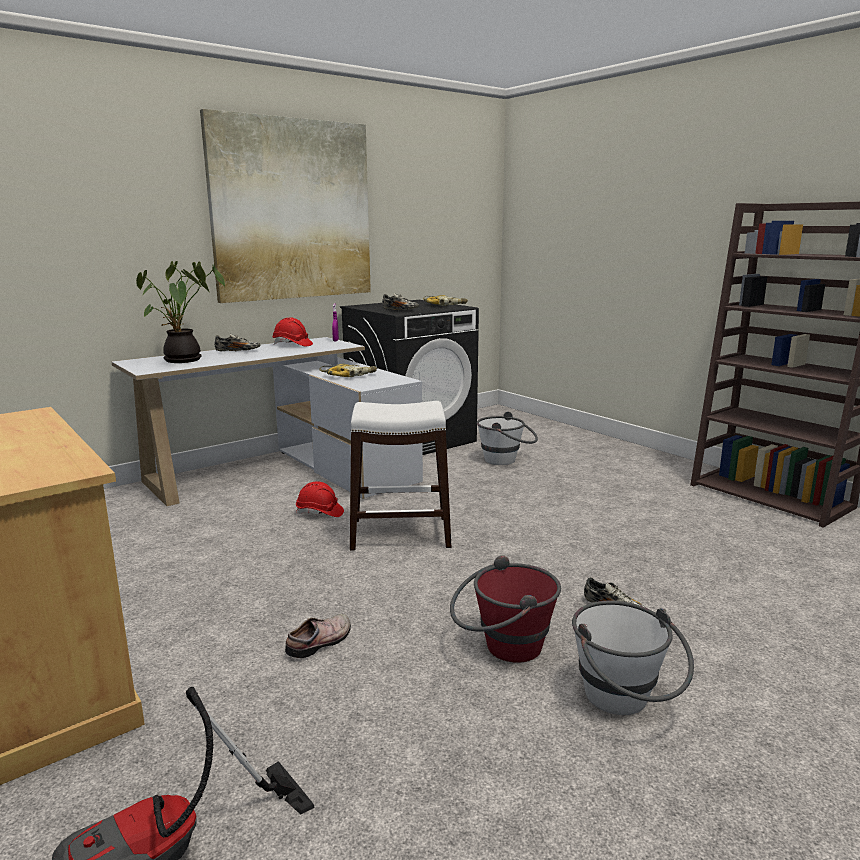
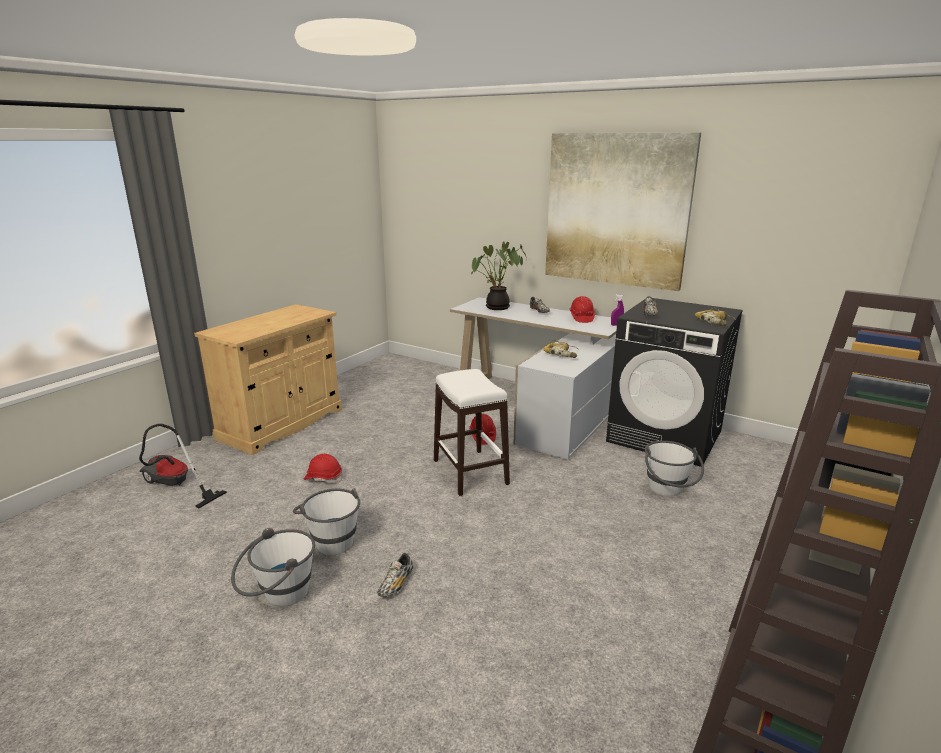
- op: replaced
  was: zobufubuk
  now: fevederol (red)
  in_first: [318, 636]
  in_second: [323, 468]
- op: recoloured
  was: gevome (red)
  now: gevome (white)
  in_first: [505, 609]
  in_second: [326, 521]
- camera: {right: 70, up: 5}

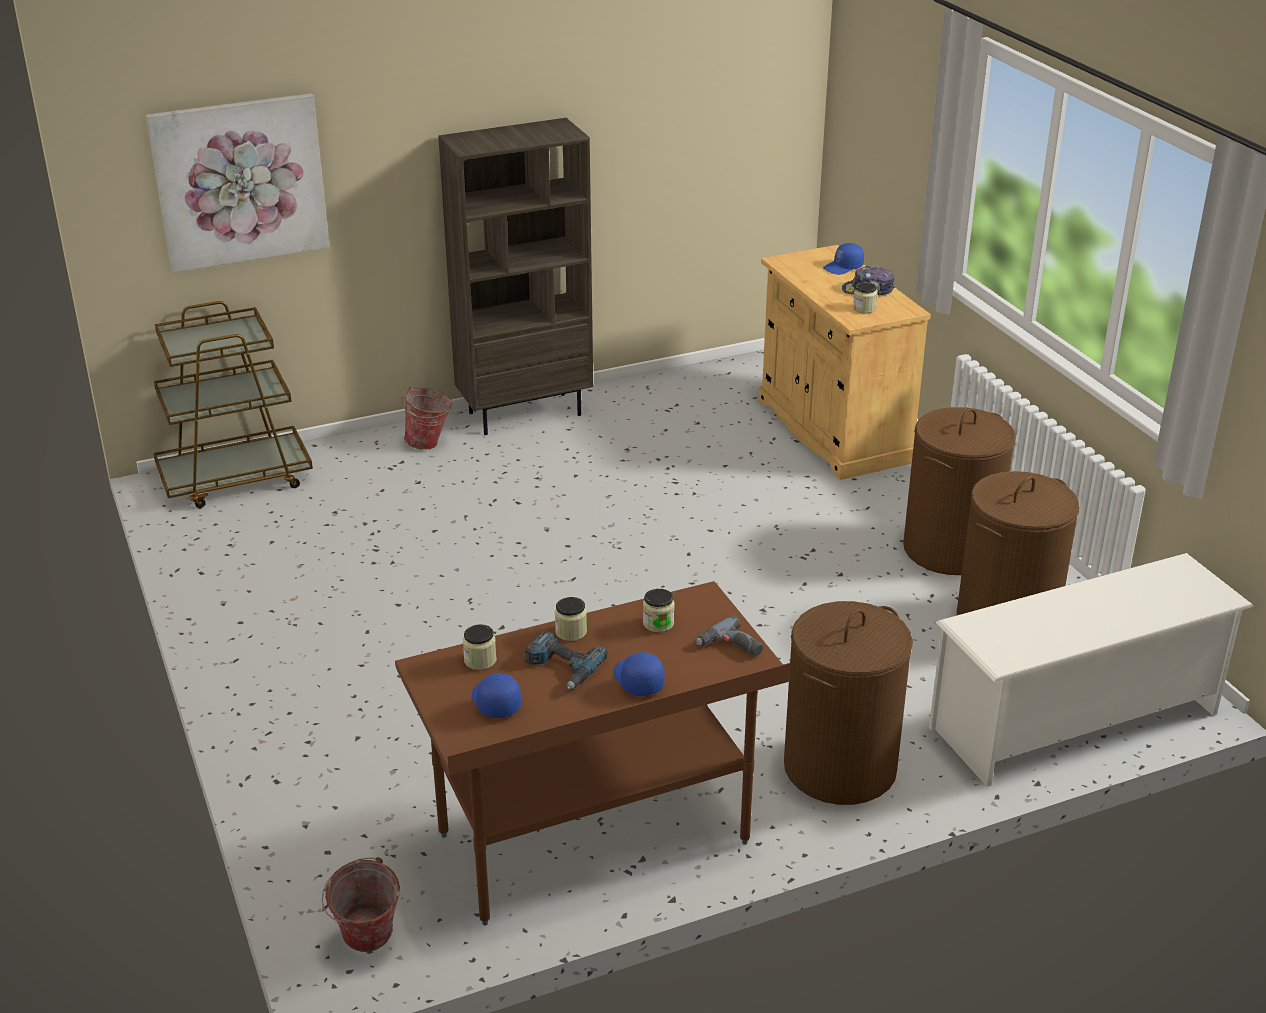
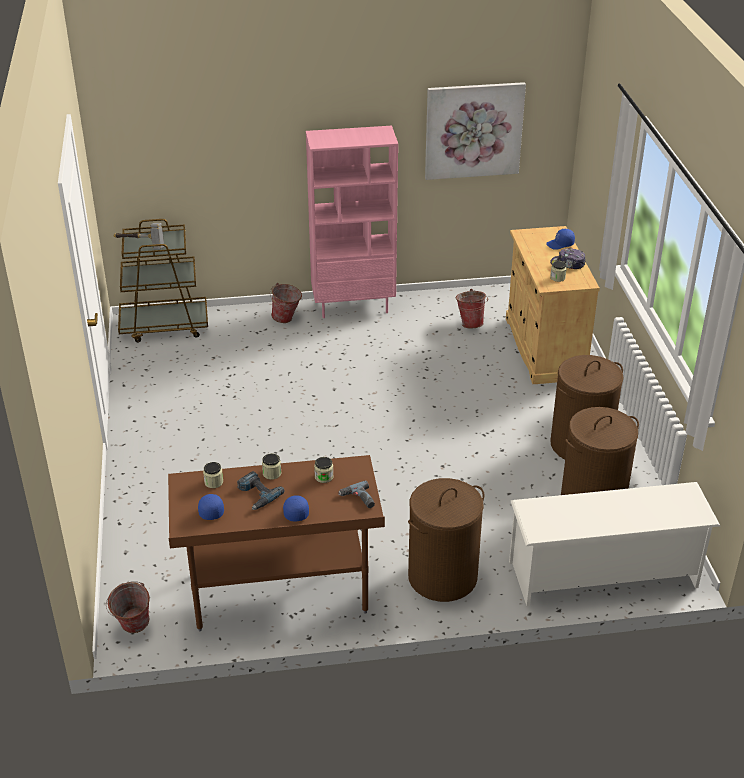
- op: moved
  was: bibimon
  in_first: [238, 183]
  in_second: [475, 131]
- op: recoloured
  was: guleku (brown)
  now: guleku (pink)
  in_first: [515, 276]
  in_second: [352, 222]
- op: added
  now: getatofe
  in_second: [138, 236]
- op: added
  now: gevome
  in_second: [472, 308]
- camera: {right: 15, up: 5}

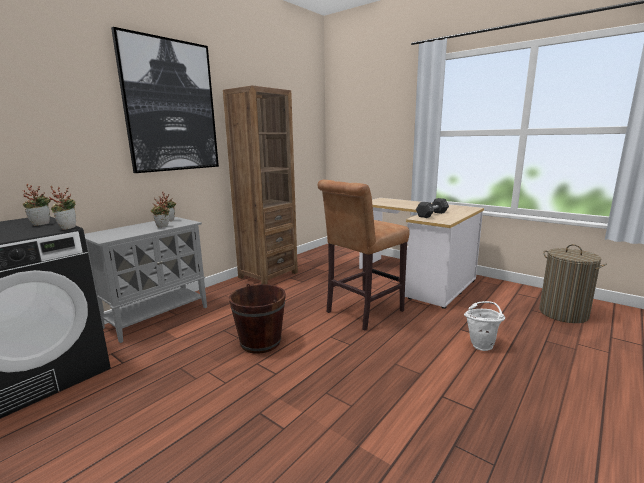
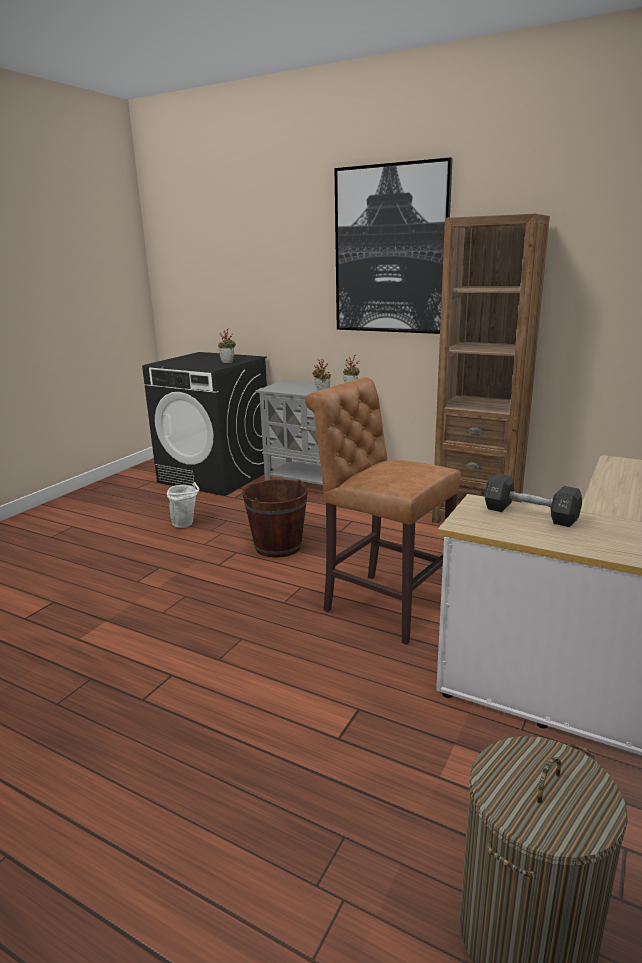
- op: removed
  was: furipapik
  in_first: [62, 208]
- op: moved
  was: gevome (white)
  in_first: [484, 326]
  in_second: [183, 505]
- camera: {right: 80, up: 5}

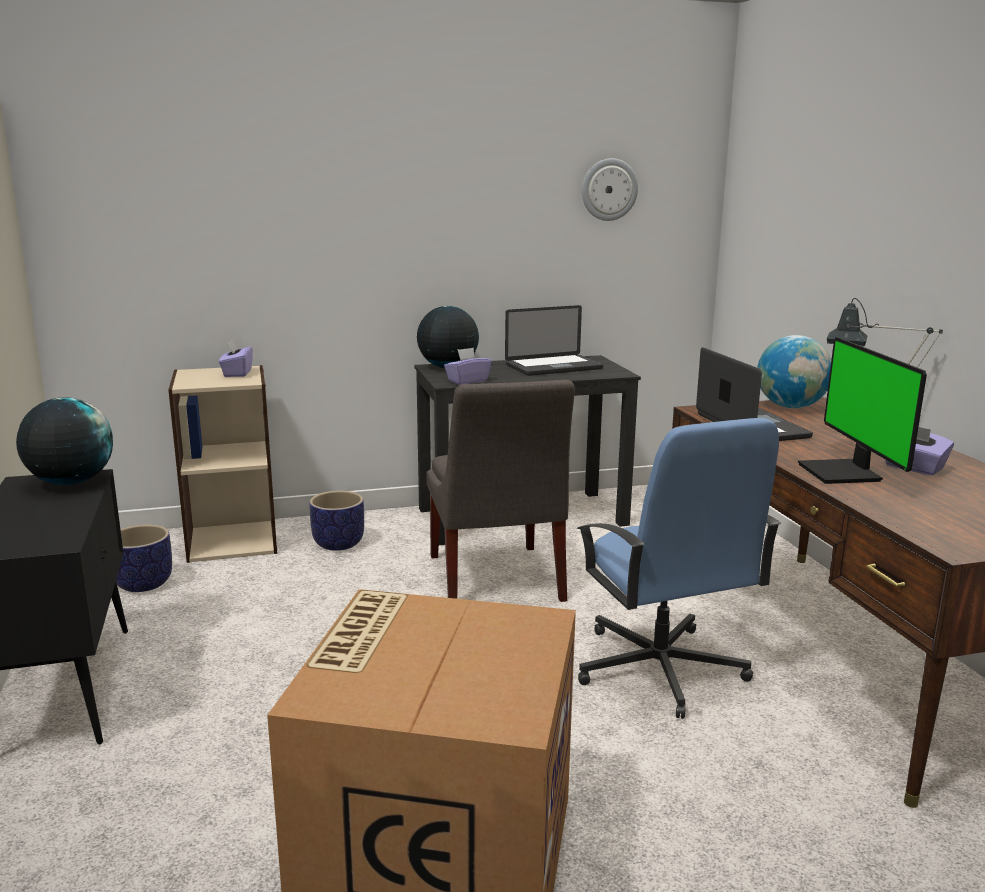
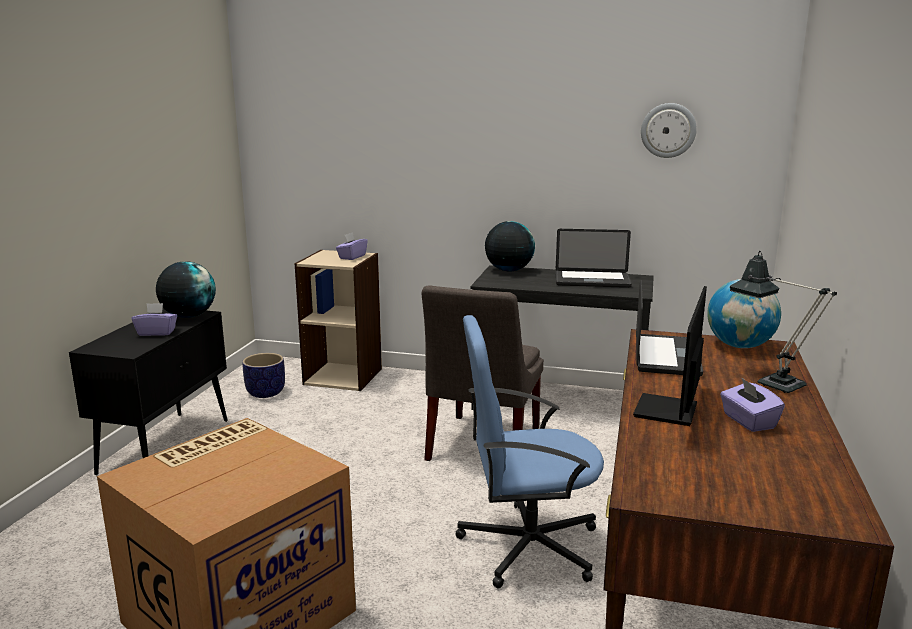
- op: removed
  was: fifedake
  in_first: [336, 521]
- op: moved
  was: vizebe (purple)
  in_first: [468, 366]
  in_second: [154, 319]
- op: turned
  was: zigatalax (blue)
  in_first: [679, 568]
  in_second: [530, 451]
  clockwise: 75
- camera: {right: 30, up: 0}

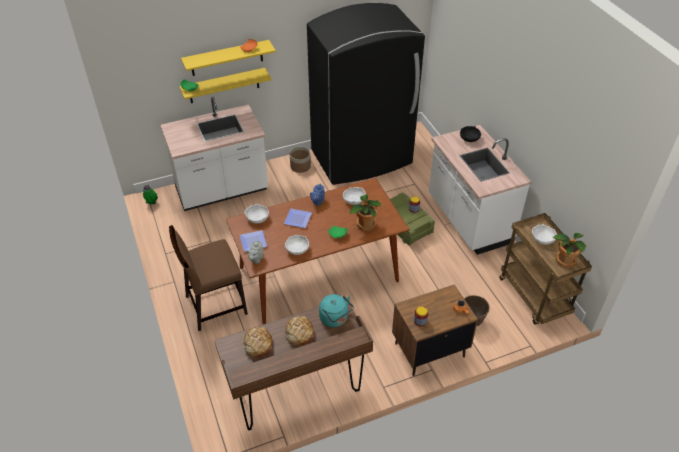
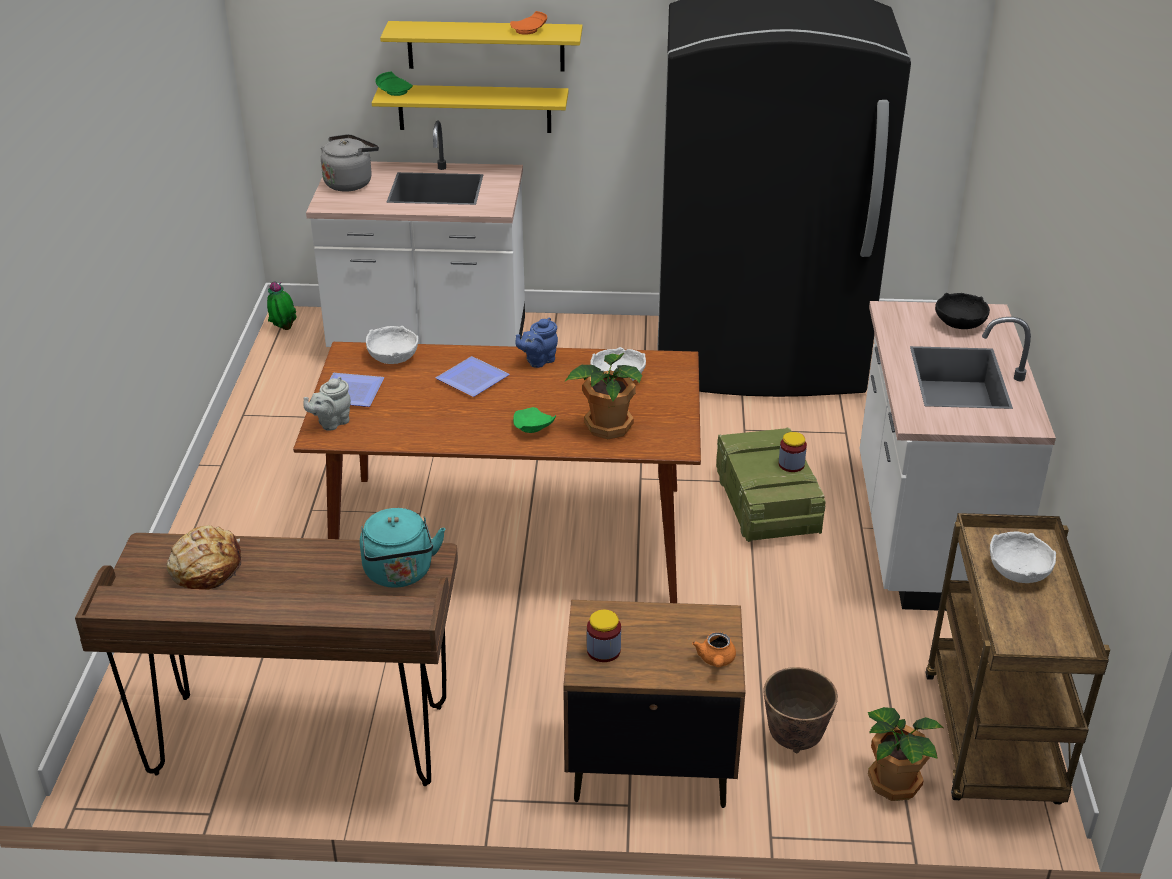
- op: removed
  was: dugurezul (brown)
  in_first: [208, 278]
- op: removed
  was: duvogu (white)
  in_first: [297, 245]
- op: removed
  was: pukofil
  in_first: [299, 331]
- op: removed
  was: fifedake
  in_first: [300, 160]
- op: moved
  was: furipapik
  in_first: [569, 250]
  in_second: [906, 754]
- op: added
  now: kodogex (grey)
  in_second: [350, 162]
- camera: {right: 25, up: -10}

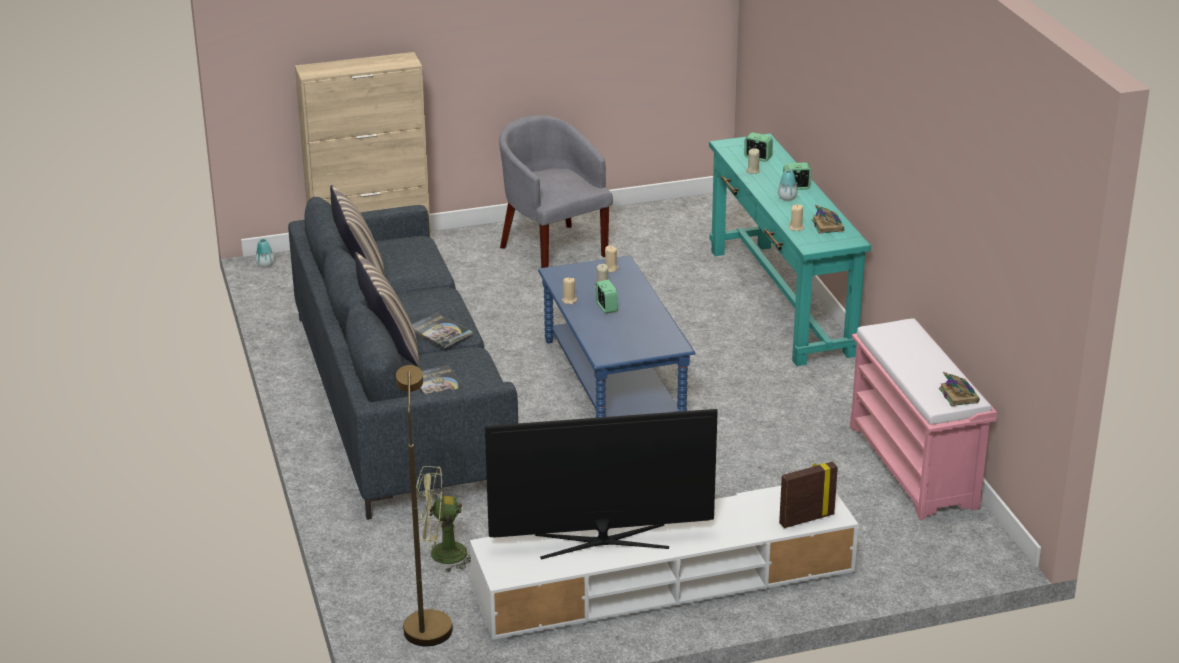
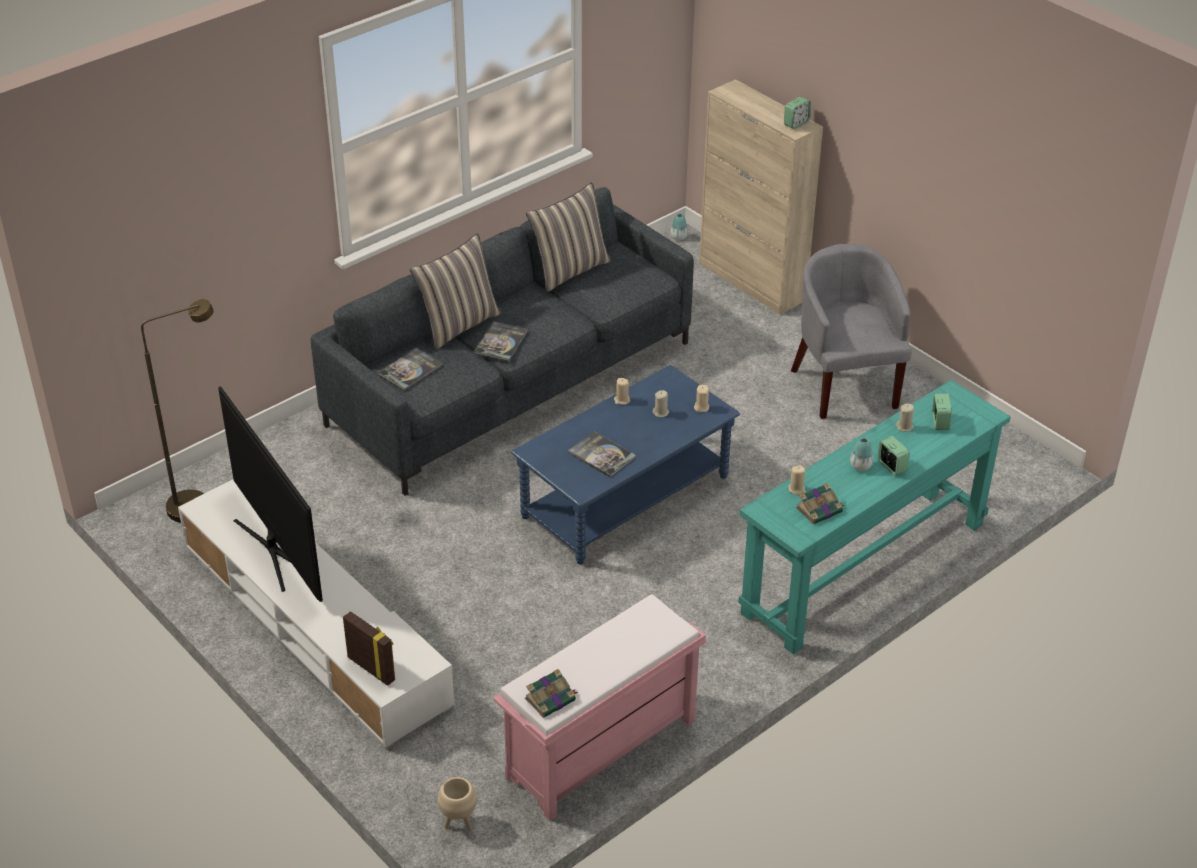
- op: removed
  was: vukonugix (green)
  in_first: [442, 519]
- op: turned
  was: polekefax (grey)
  in_first: [556, 191]
  in_second: [851, 331]
  clockwise: -45
- op: moved
  was: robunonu
  in_first: [607, 297]
  in_second: [797, 113]
- op: added
  now: fifedake (beige)
  in_second: [457, 803]
- op: added
  now: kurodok
  in_second: [601, 454]
- camera: {right: 65, up: 10}

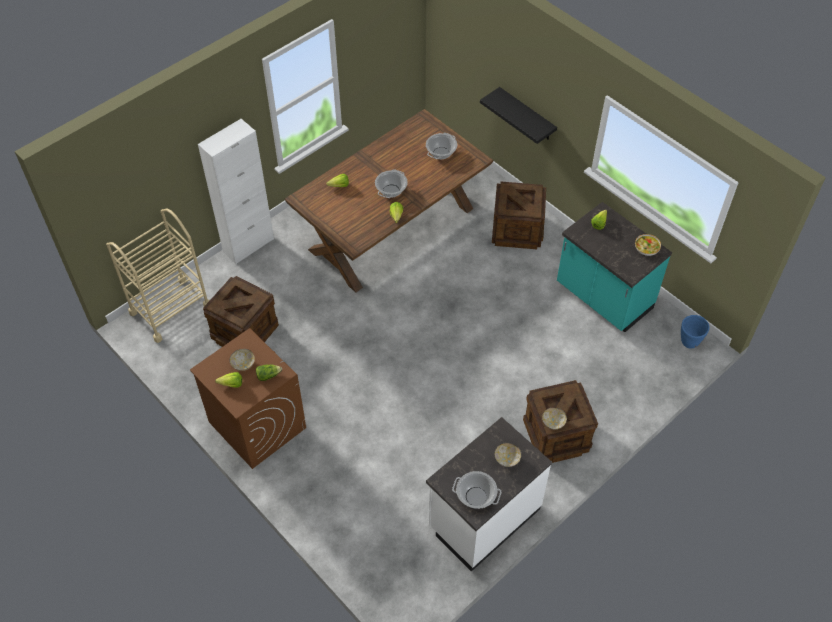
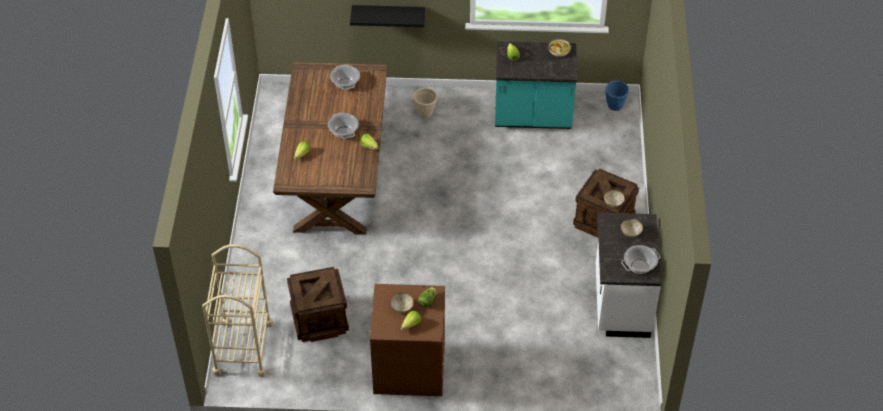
- op: removed
  was: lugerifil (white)
  in_first: [236, 191]
- op: replaced
  was: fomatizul
  now: fifedake (beige)
  in_first: [519, 215]
  in_second: [425, 103]
- camera: {right: -45, up: -5}

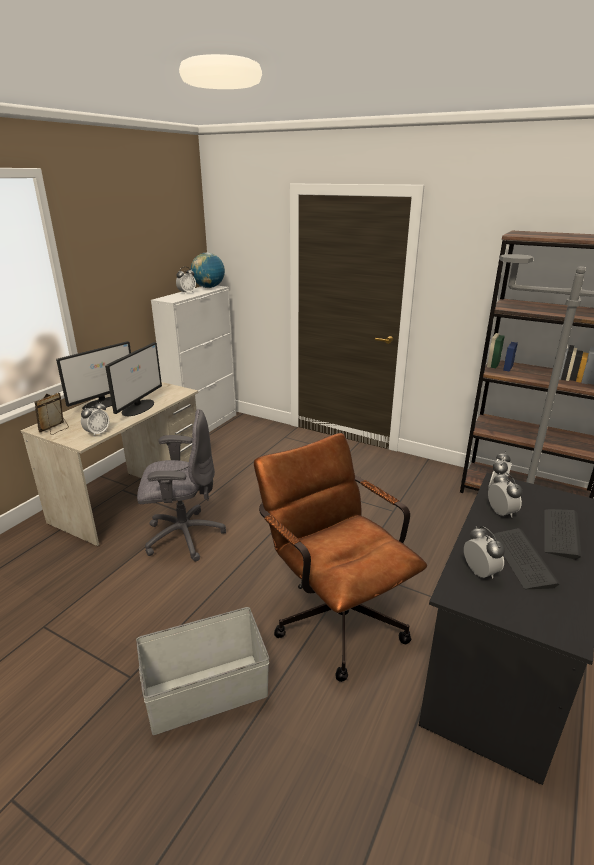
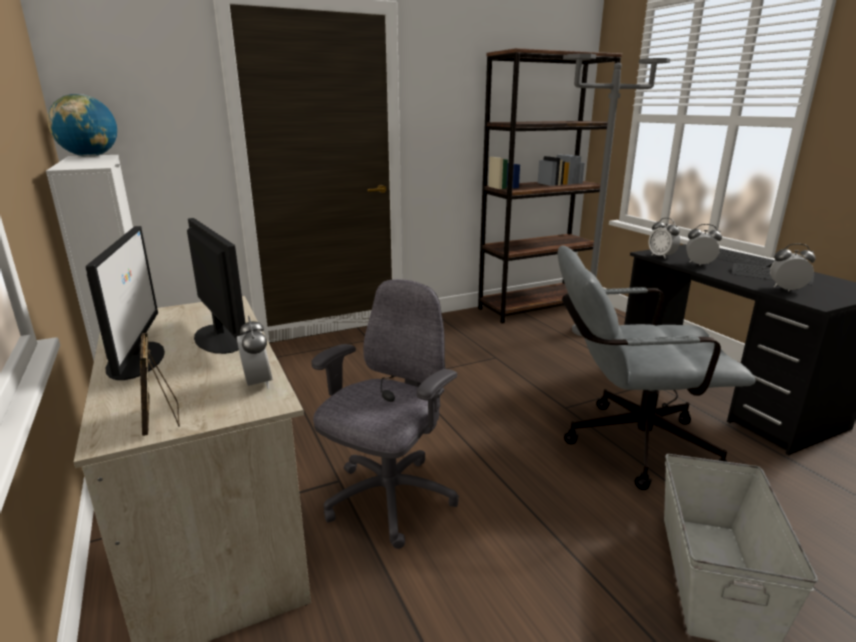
- op: removed
  was: robunonu
  in_first: [186, 281]
- op: recoloured
  was: zigatalax (brown)
  now: zigatalax (grey)
  in_first: [340, 557]
  in_second: [657, 367]
- camera: {right: -55, up: -5}

